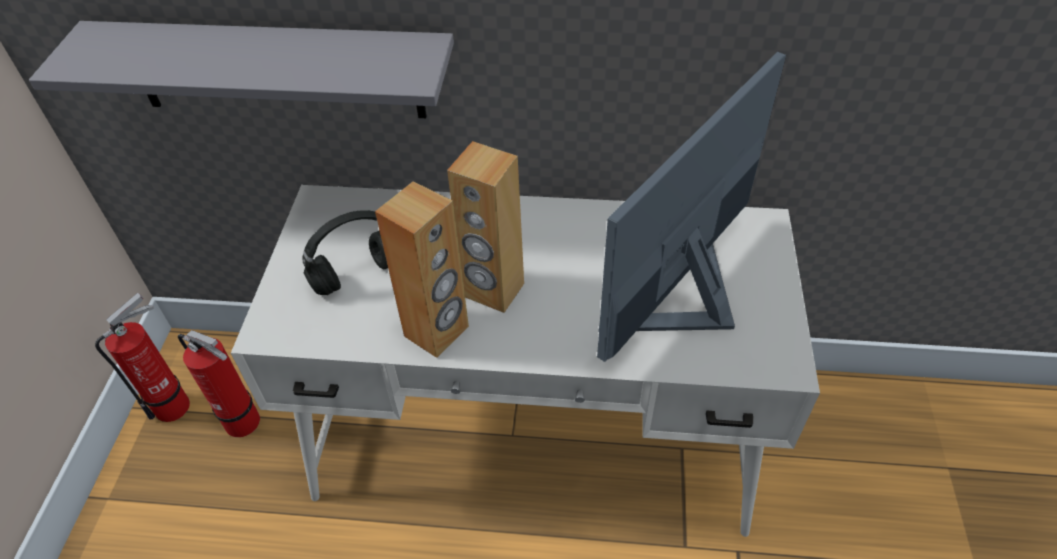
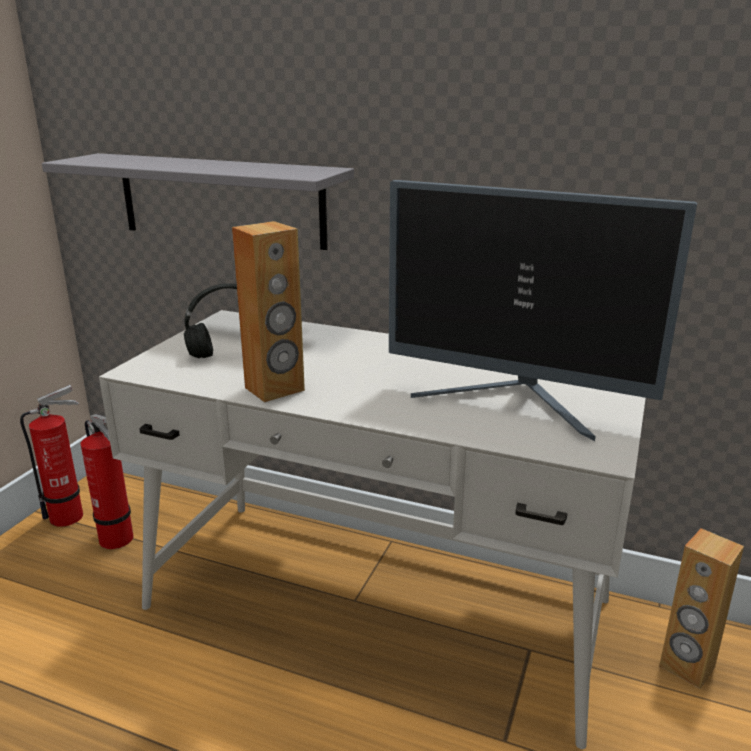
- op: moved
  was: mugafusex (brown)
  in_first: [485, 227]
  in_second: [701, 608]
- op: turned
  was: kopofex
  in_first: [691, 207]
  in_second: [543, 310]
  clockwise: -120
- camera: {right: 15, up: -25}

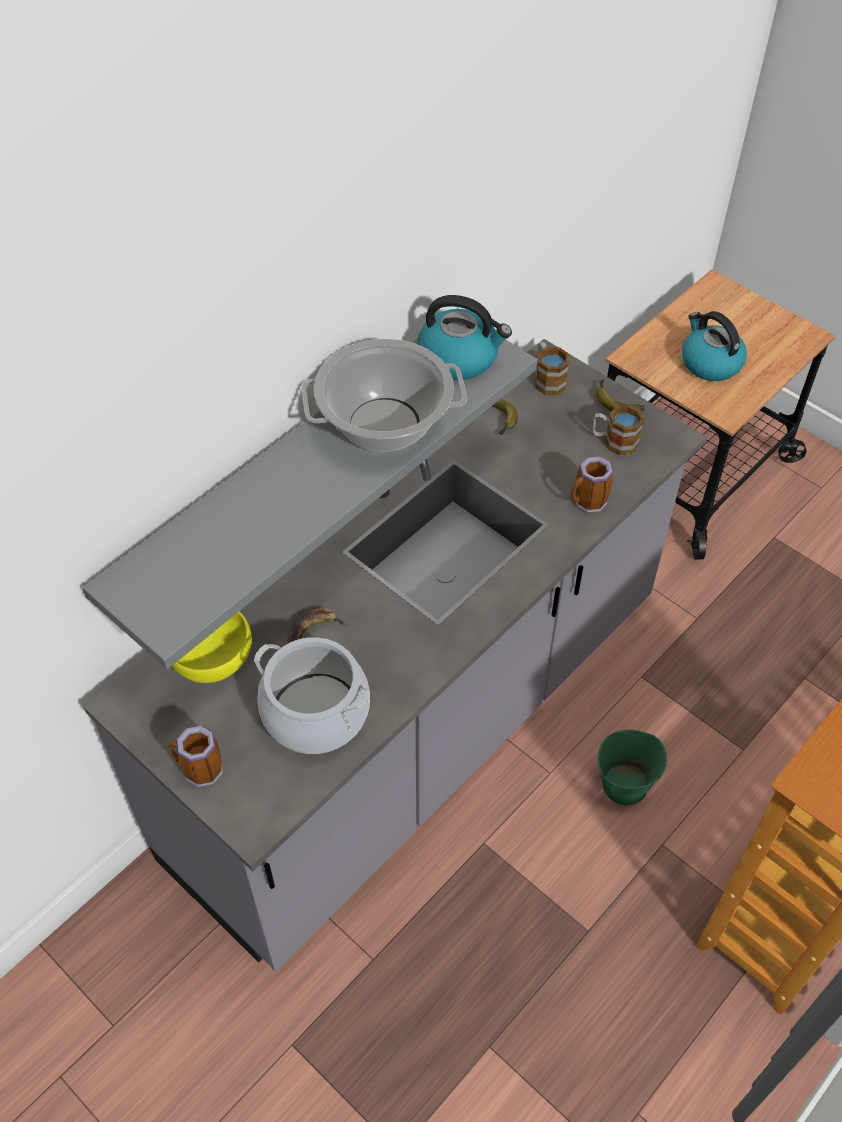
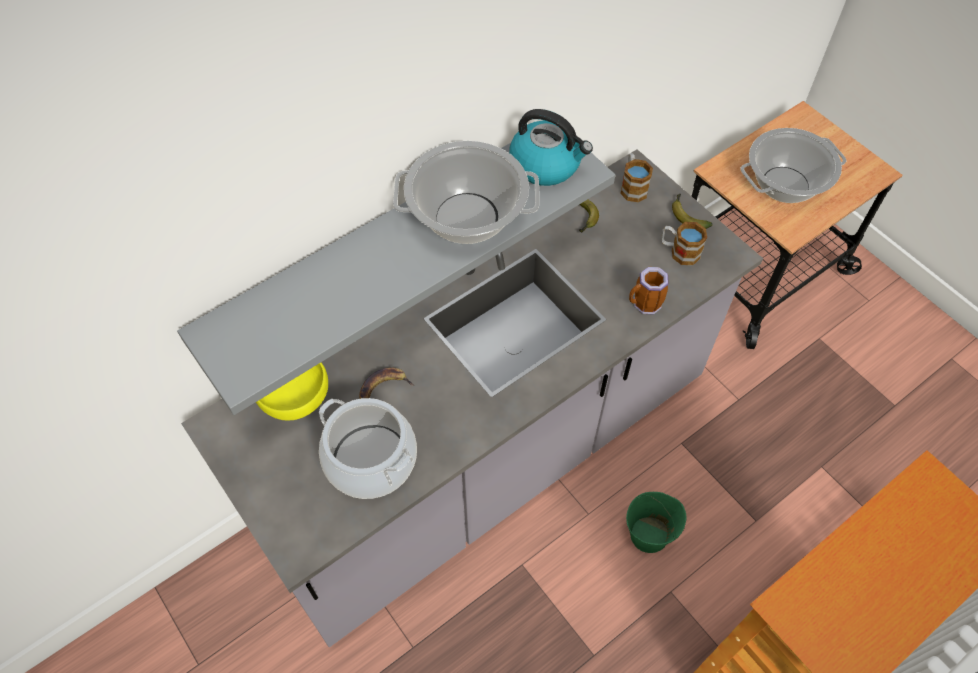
- op: removed
  was: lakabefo
  in_first: [195, 756]
- op: replaced
  was: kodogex
  now: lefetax
  in_first: [714, 346]
  in_second: [793, 165]
- camera: {right: 10, up: 5}

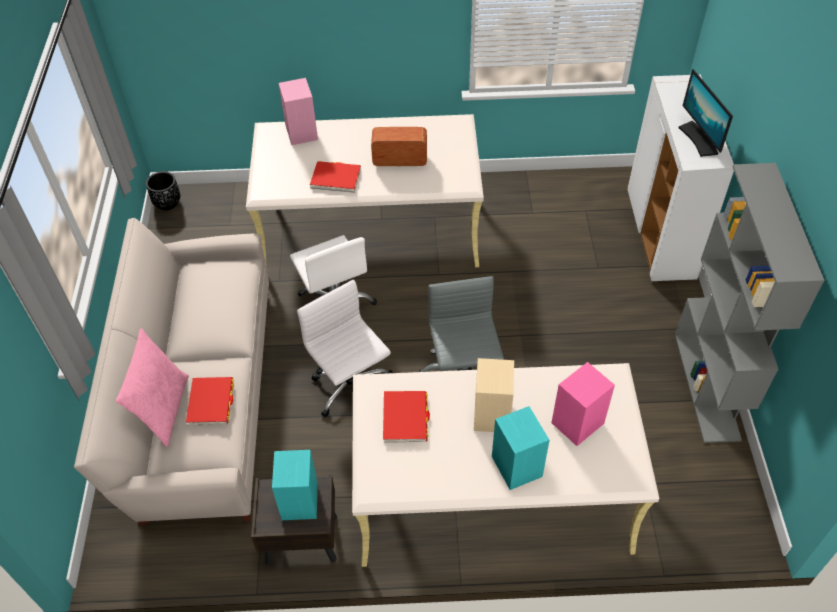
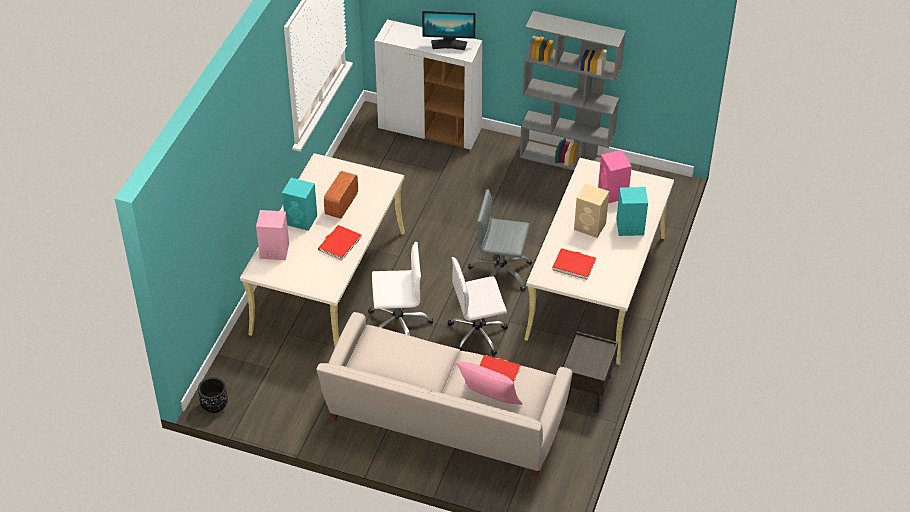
- op: moved
  was: mugafusex (turquoise)
  in_first: [295, 485]
  in_second: [299, 204]
- camera: {right: -70, up: -5}

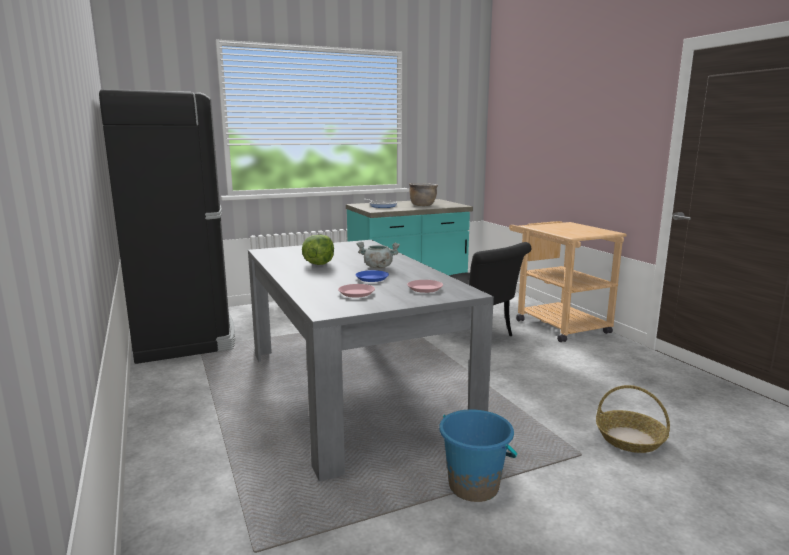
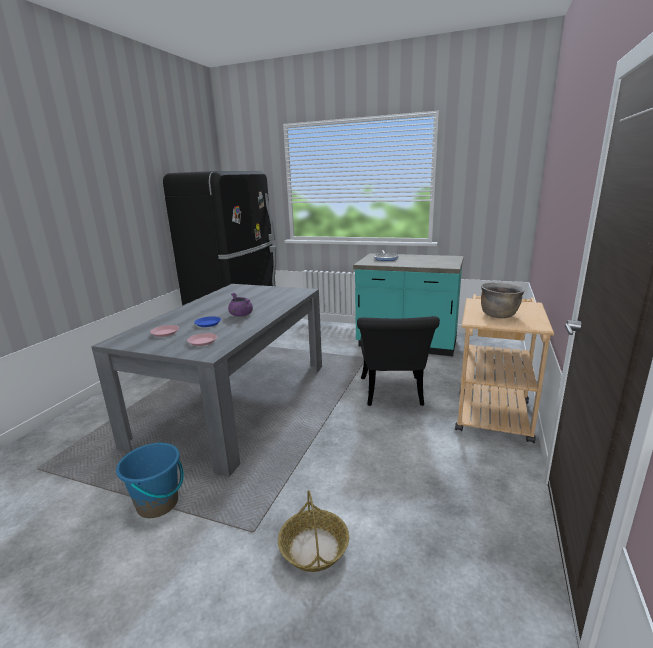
- op: removed
  was: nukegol
  in_first: [318, 250]
- op: recoloured
  was: lefetax (grey)
  now: lefetax (purple)
  in_first: [378, 255]
  in_second: [240, 305]
- op: moved
  was: lefetax (brown)
  in_first: [423, 194]
  in_second: [503, 300]
- camera: {right: 45, up: 5}

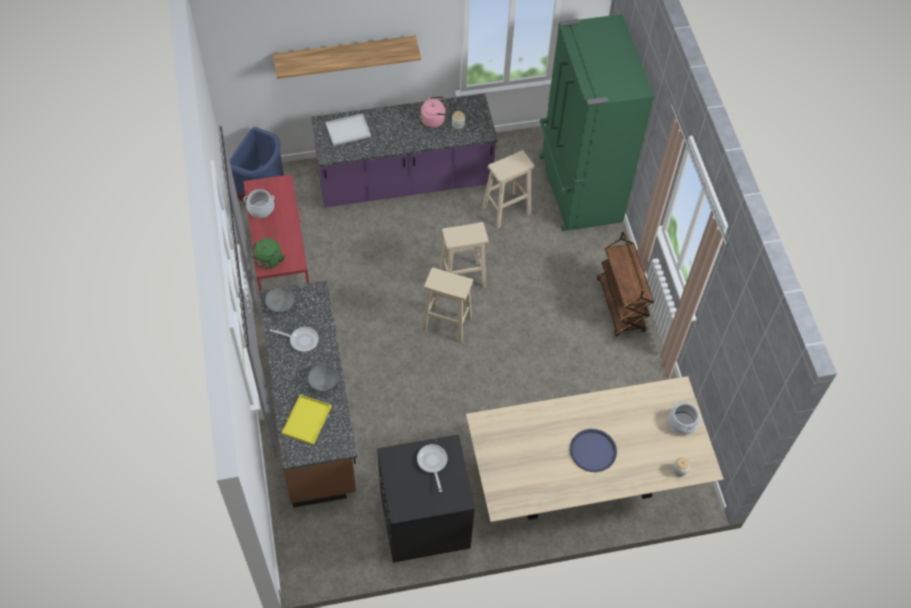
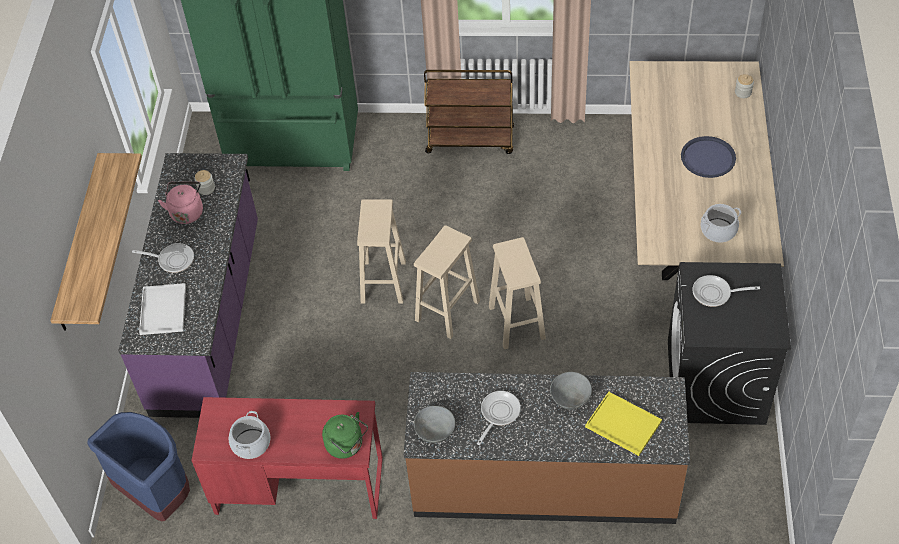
- op: moved
  was: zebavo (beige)
  in_first: [508, 189]
  in_second: [517, 293]
- op: moved
  was: lefetax
  in_first: [684, 417]
  in_second: [721, 223]
- op: added
  now: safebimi
  in_second: [163, 258]
- camera: {right: -70, up: -5}

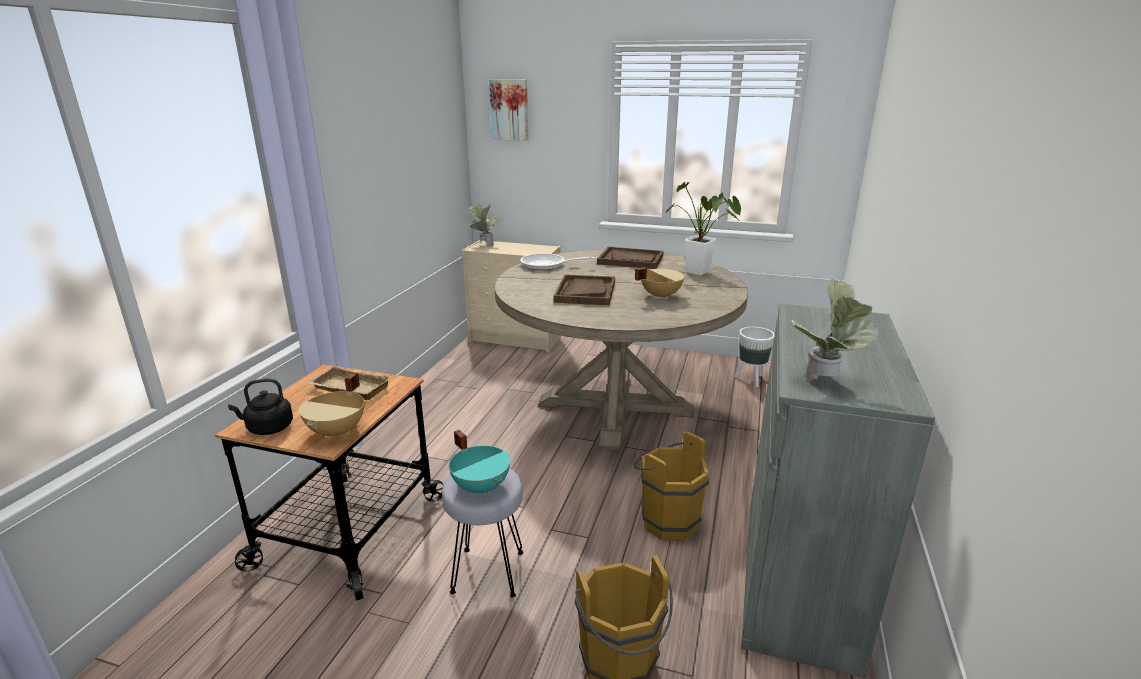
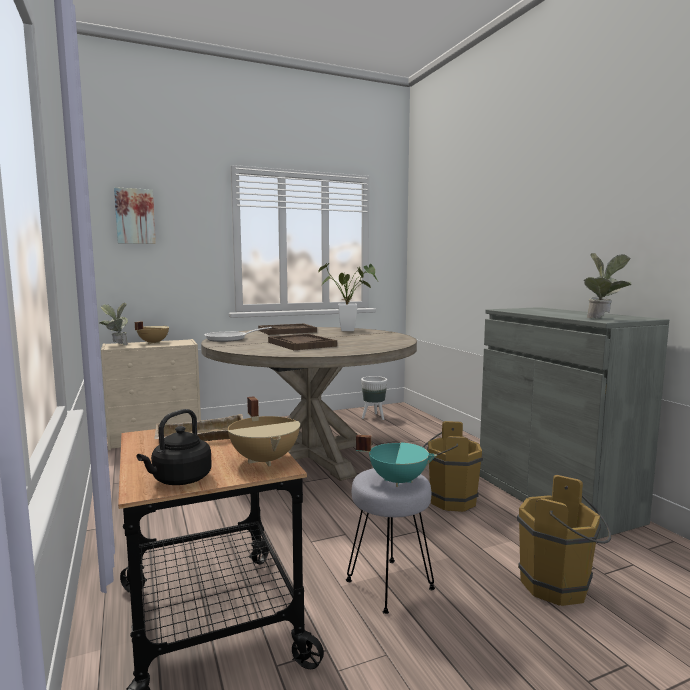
- op: moved
  was: lefetax (beige)
  in_first: [660, 283]
  in_second: [152, 332]
- camera: {right: -40, up: -15}

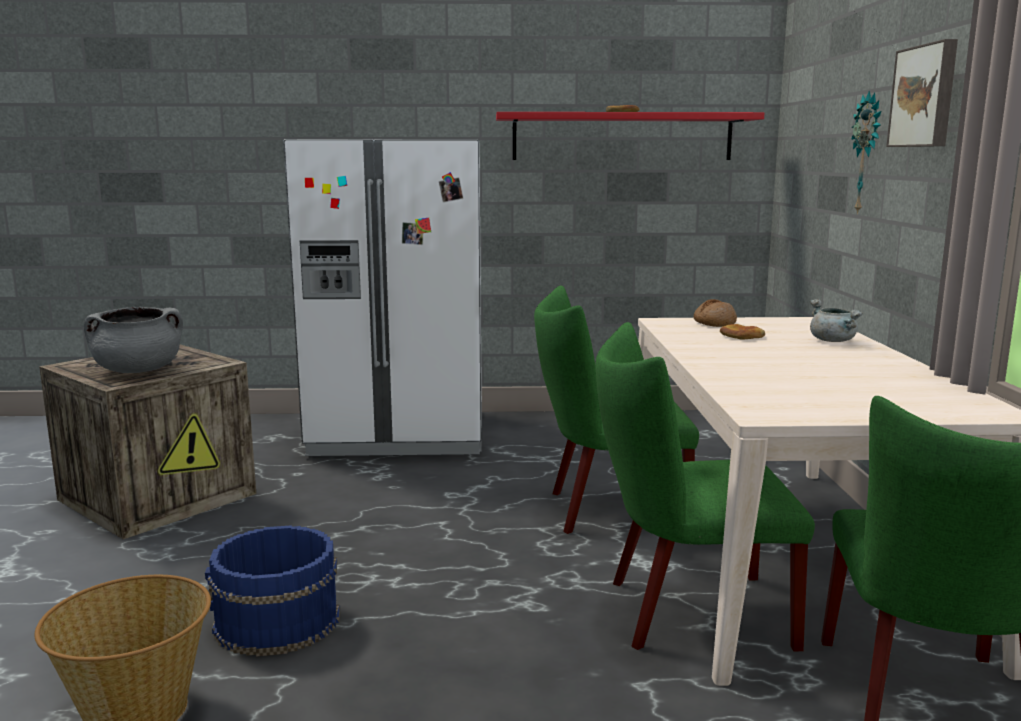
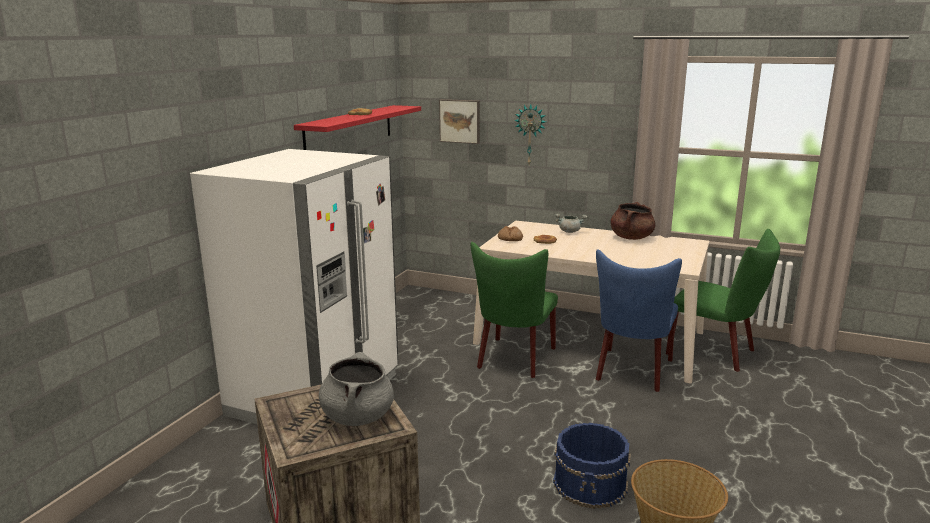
- op: recoloured
  was: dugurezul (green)
  now: dugurezul (blue)
  in_first: [705, 486]
  in_second: [639, 320]
- op: moved
  was: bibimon
  in_first: [922, 93]
  in_second: [459, 121]
- op: added
  now: lefetax (brown)
  in_second: [632, 221]
- camera: {right: -65, up: 5}

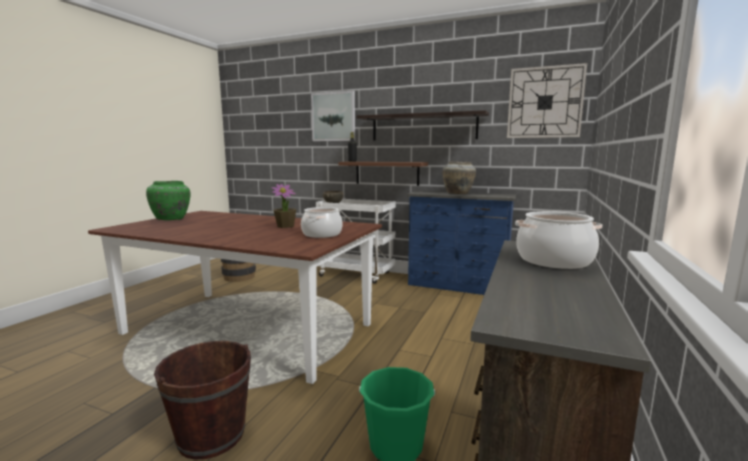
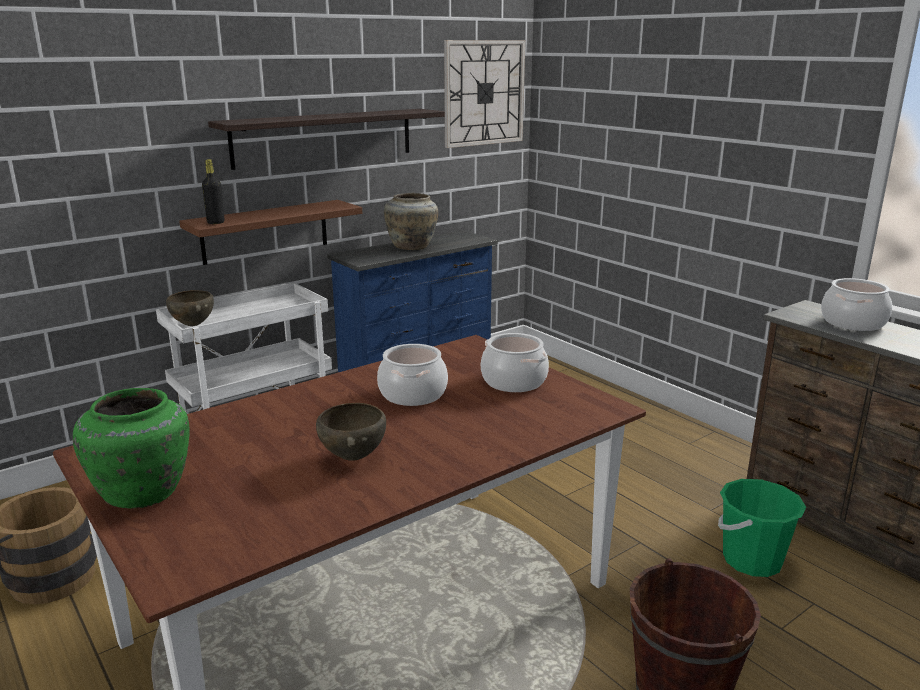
- op: replaced
  was: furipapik
  now: lefetax
  in_first: [284, 206]
  in_second: [412, 375]
- op: removed
  was: bibimon
  in_first: [333, 116]
- op: added
  now: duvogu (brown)
  in_second: [351, 432]
- camera: {right: -60, up: 10}

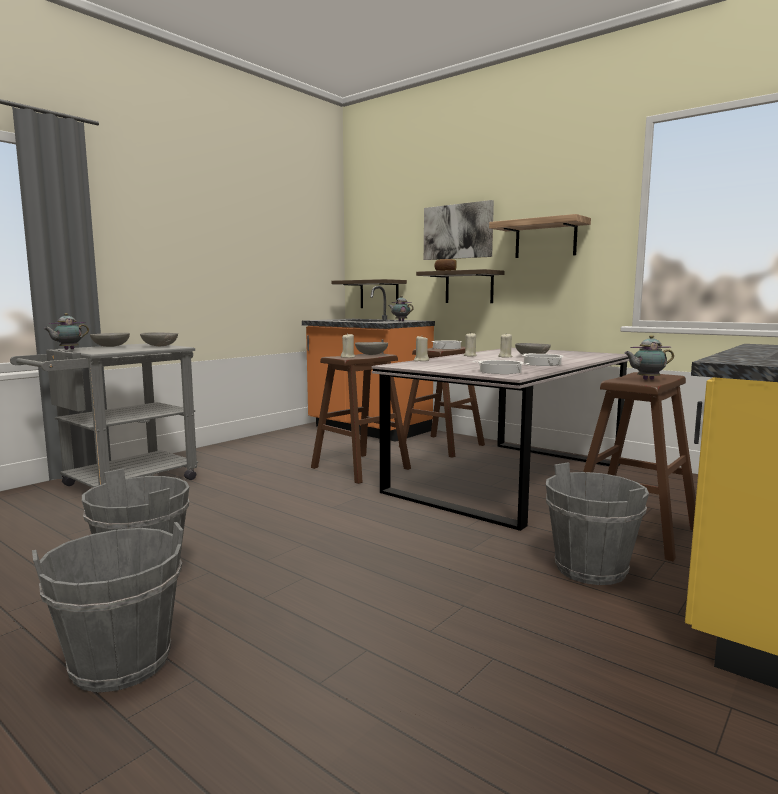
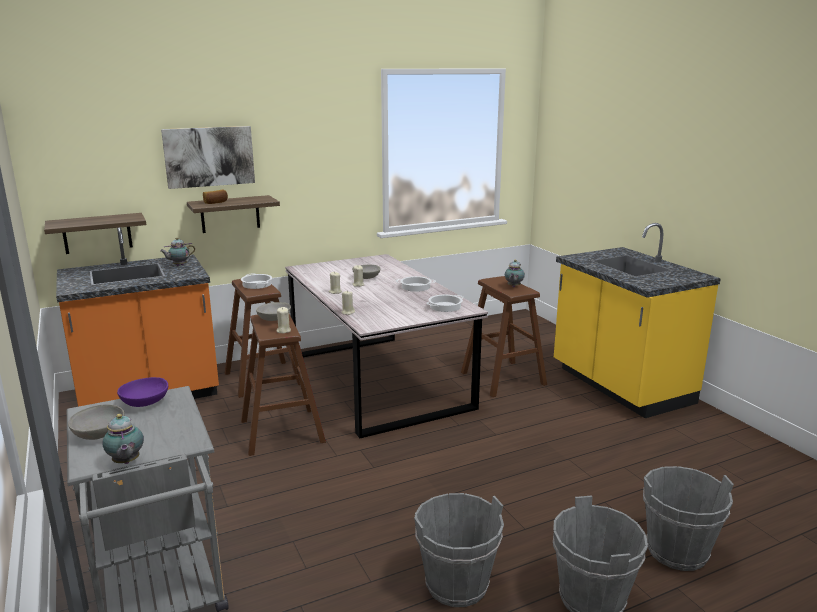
- op: recoloured
  was: duvogu (grey)
  now: duvogu (purple)
  in_first: [159, 339]
  in_second: [142, 392]
- op: removed
  was: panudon
  in_first: [540, 236]
- op: moved
  was: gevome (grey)
  in_first: [597, 523]
  in_second: [688, 518]
- camera: {right: -65, up: 10}

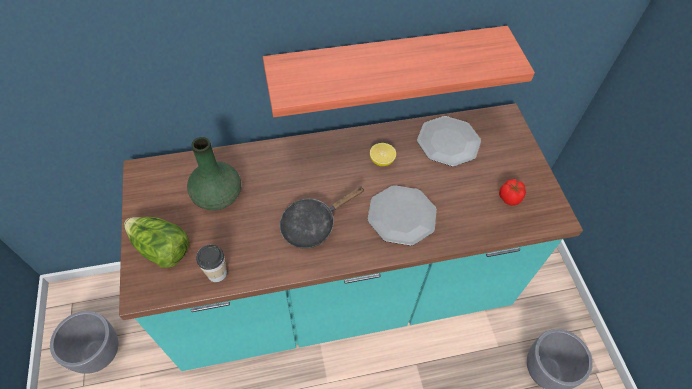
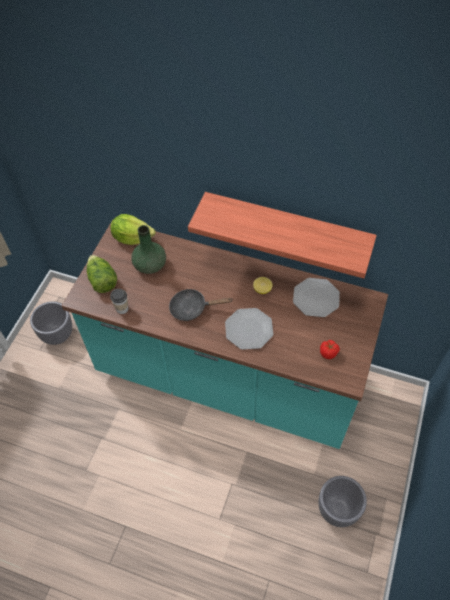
- op: added
  now: nukegol
  in_second: [133, 229]
- camera: {right: 35, up: 0}

